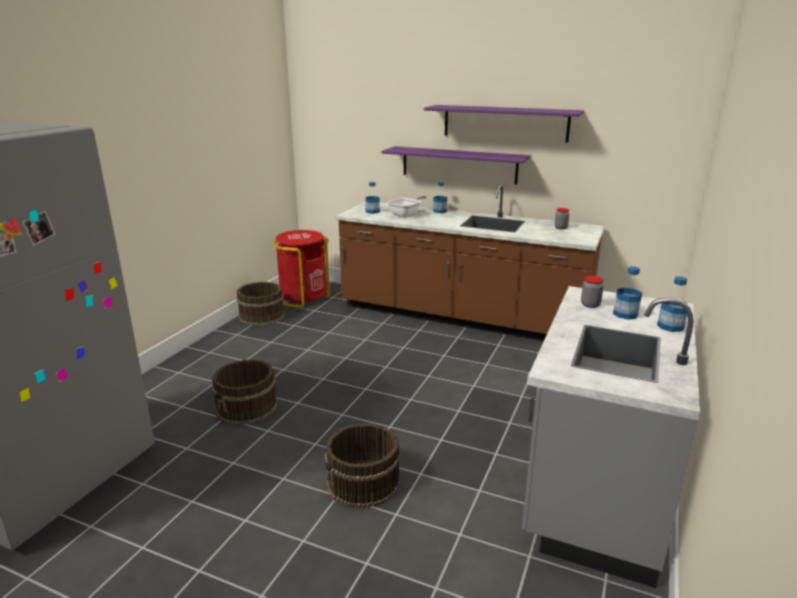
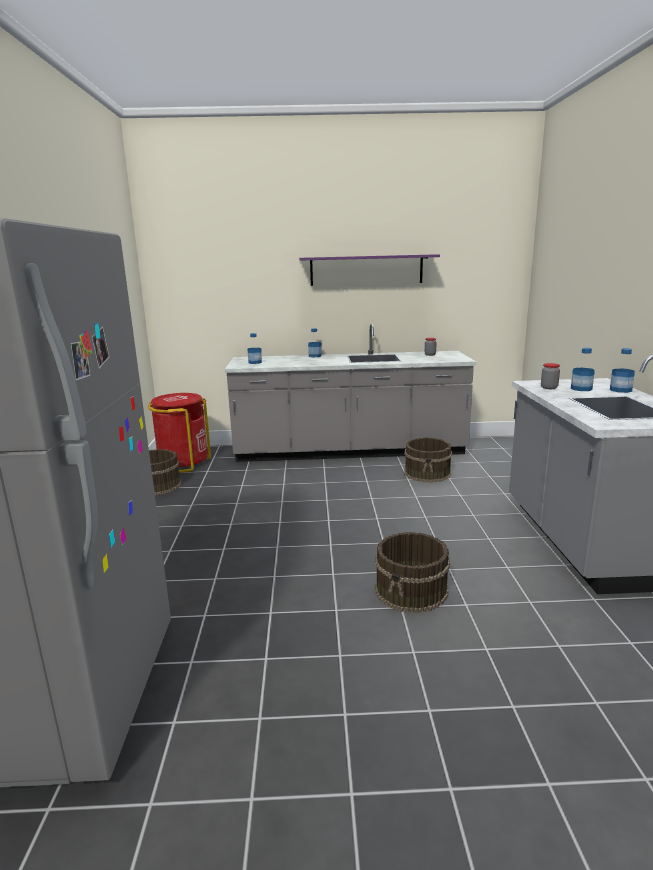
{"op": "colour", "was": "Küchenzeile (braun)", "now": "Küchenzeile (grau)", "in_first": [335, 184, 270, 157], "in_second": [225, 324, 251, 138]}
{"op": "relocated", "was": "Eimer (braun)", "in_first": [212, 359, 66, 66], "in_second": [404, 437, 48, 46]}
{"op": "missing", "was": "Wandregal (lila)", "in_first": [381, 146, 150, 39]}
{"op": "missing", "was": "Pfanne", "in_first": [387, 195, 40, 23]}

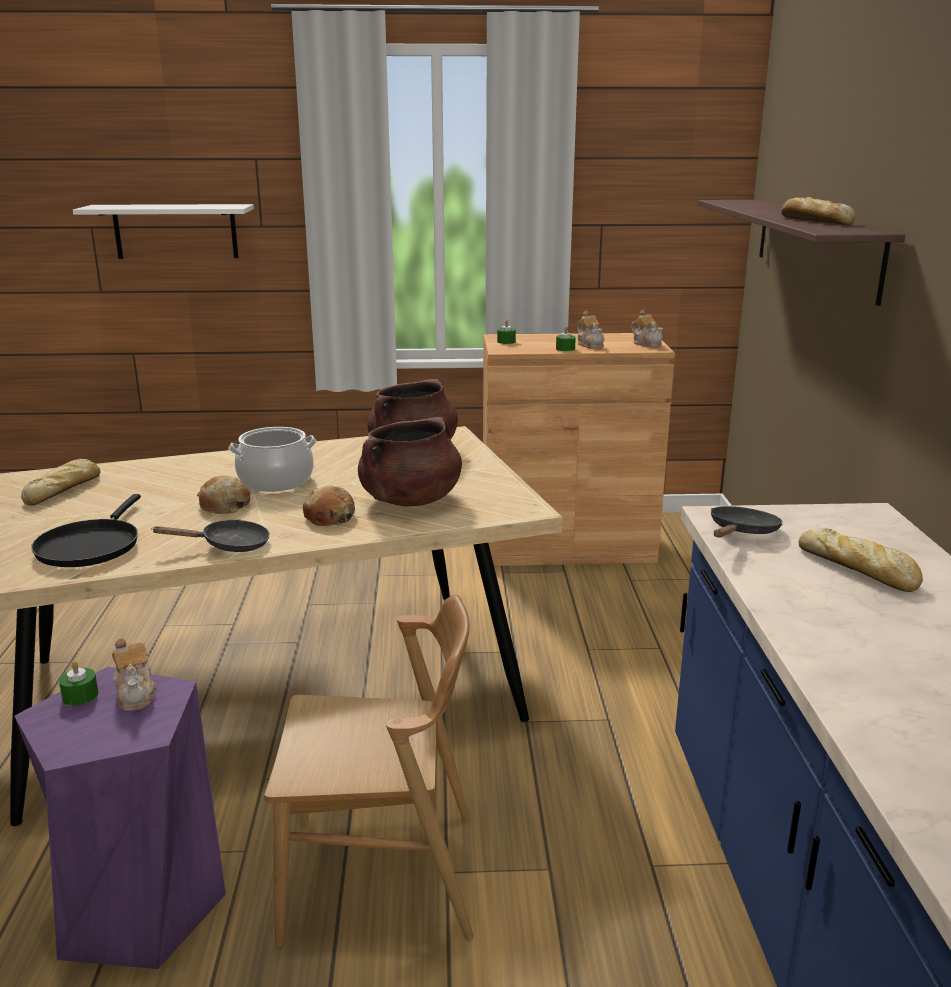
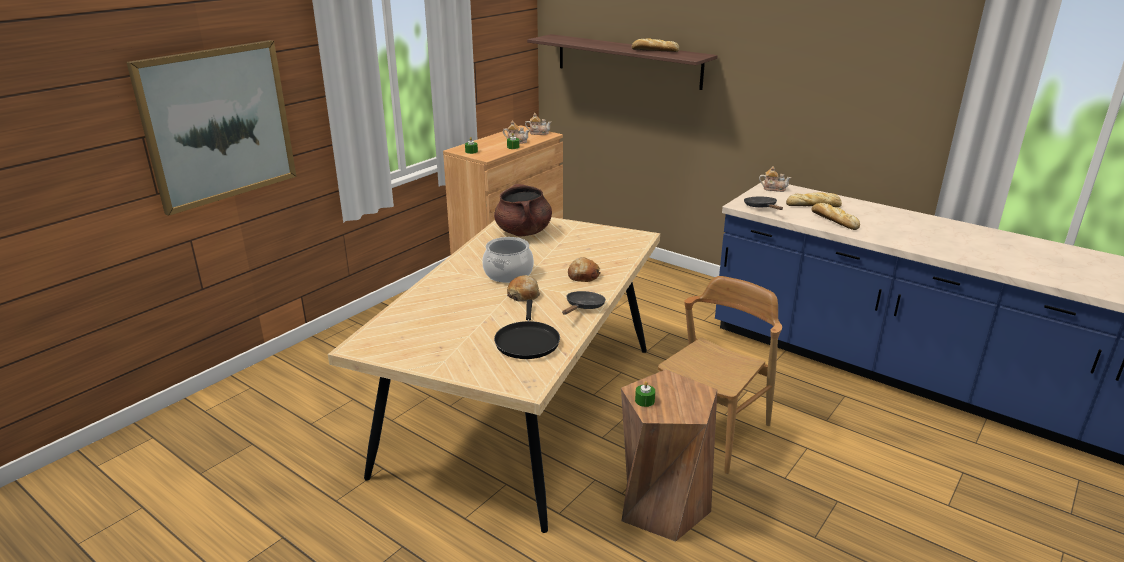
{"op": "exchanged", "was": "Wandregal (weiß)", "now": "Bild", "in_first": [73, 204, 181, 55], "in_second": [126, 40, 170, 176]}
{"op": "spun", "was": "Pfanne (schwarz)", "in_first": [31, 494, 110, 73], "in_second": [494, 300, 66, 59], "clockwise": 45}
{"op": "colour", "was": "Hocker (lila)", "now": "Hocker (braun)", "in_first": [14, 667, 212, 302], "in_second": [621, 369, 96, 173]}
{"op": "relocated", "was": "Teekanne", "in_first": [112, 638, 45, 73], "in_second": [759, 166, 33, 26]}
{"op": "relocated", "was": "Brot", "in_first": [21, 459, 80, 47], "in_second": [811, 203, 49, 27]}
{"op": "missing", "was": "Kochtopf (braun)", "in_first": [358, 417, 104, 89]}

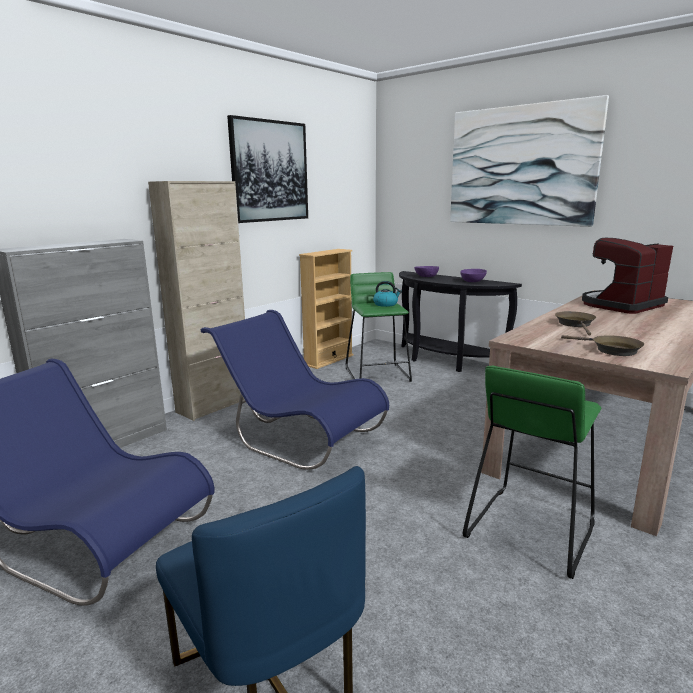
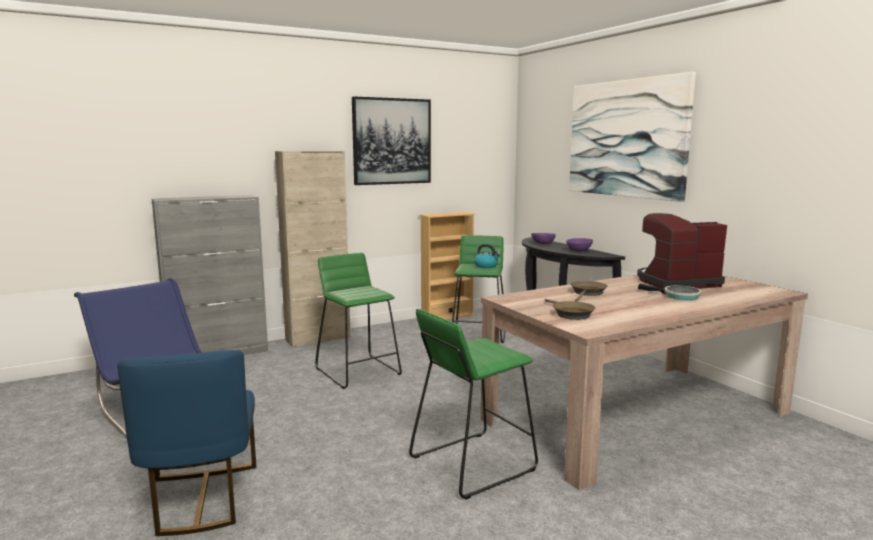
{"op": "exchanged", "was": "Stuhl (blau)", "now": "Hocker (grün)", "in_first": [201, 310, 188, 160], "in_second": [315, 253, 87, 136]}
{"op": "appeared", "now": "Pfanne", "in_second": [638, 283, 64, 18]}

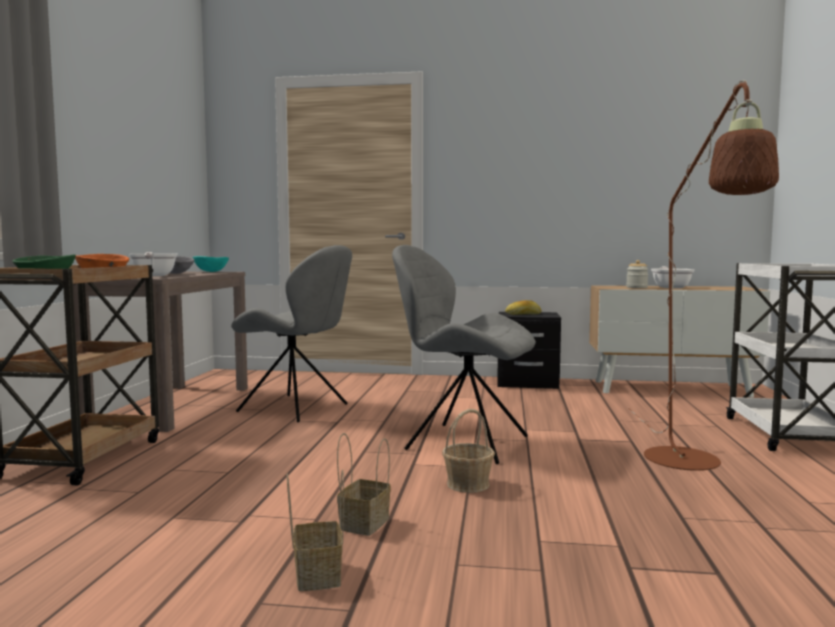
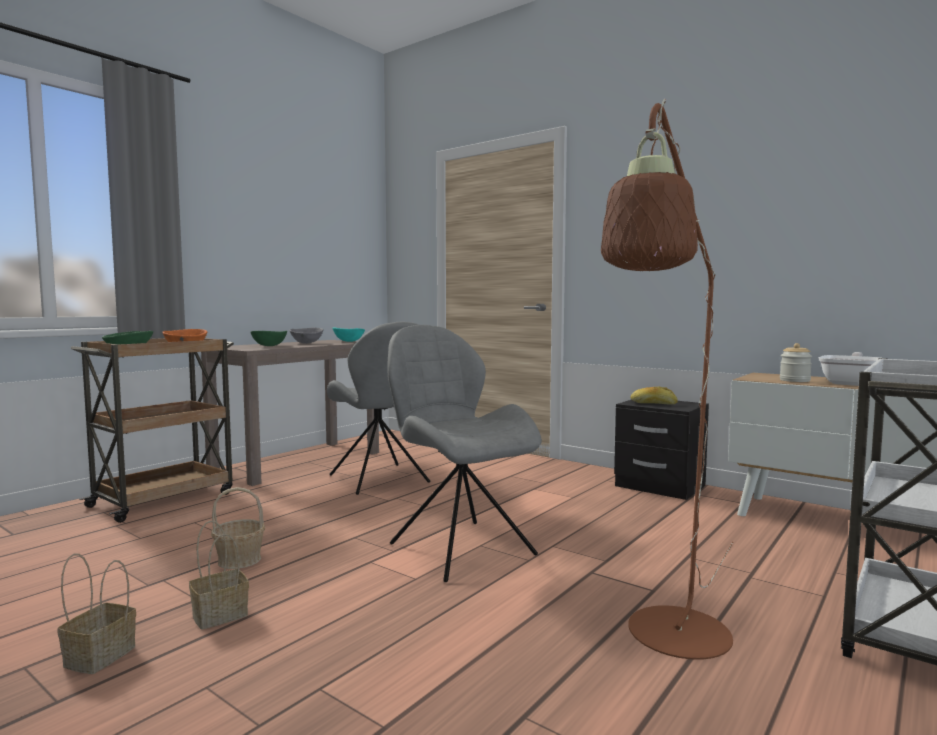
{"op": "relocated", "was": "Korb", "in_first": [442, 409, 53, 84], "in_second": [211, 487, 54, 82]}
{"op": "exchanged", "was": "Pfanne", "now": "Schüssel (grün)", "in_first": [129, 252, 48, 24], "in_second": [250, 331, 37, 15]}

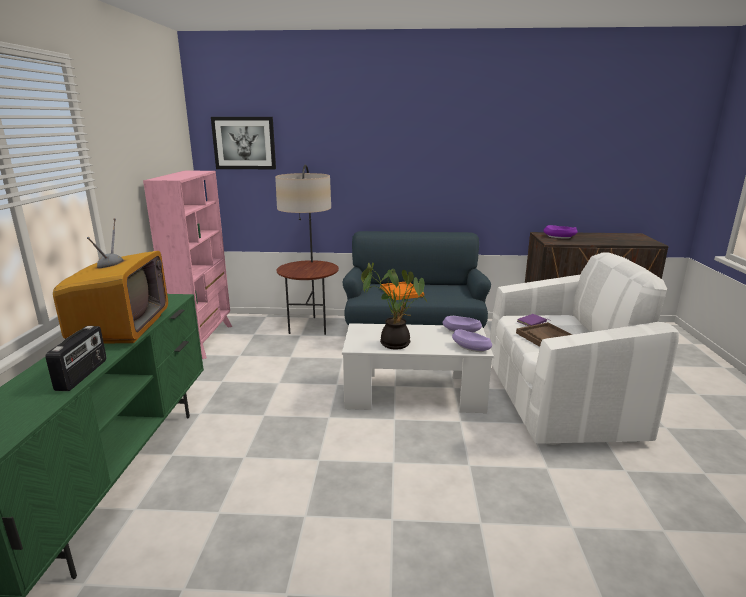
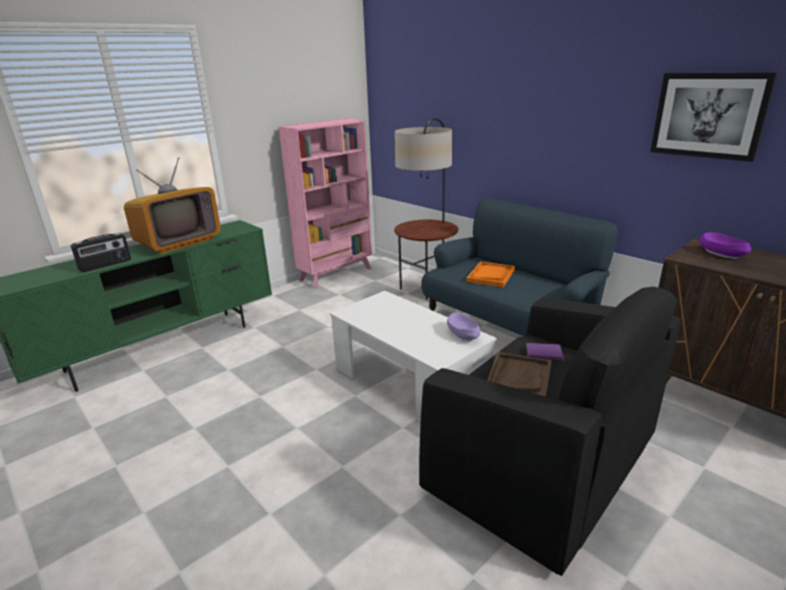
{"op": "colour", "was": "Sessel (weiß)", "now": "Sessel (schwarz)", "in_first": [490, 252, 189, 193], "in_second": [419, 287, 262, 289]}
{"op": "relocated", "was": "Bild", "in_first": [211, 117, 65, 52], "in_second": [650, 72, 127, 90]}
{"op": "missing", "was": "Topfpflanze", "in_first": [361, 263, 66, 87]}
{"op": "missing", "was": "Schüssel (lila)", "in_first": [452, 329, 40, 23]}

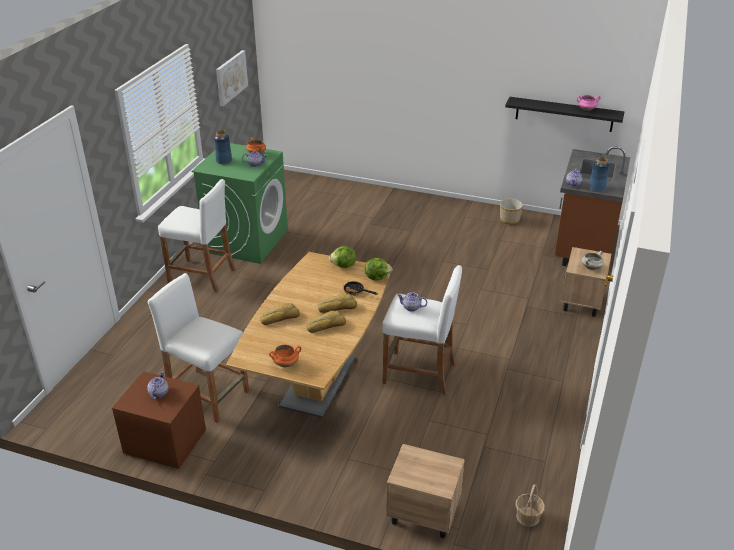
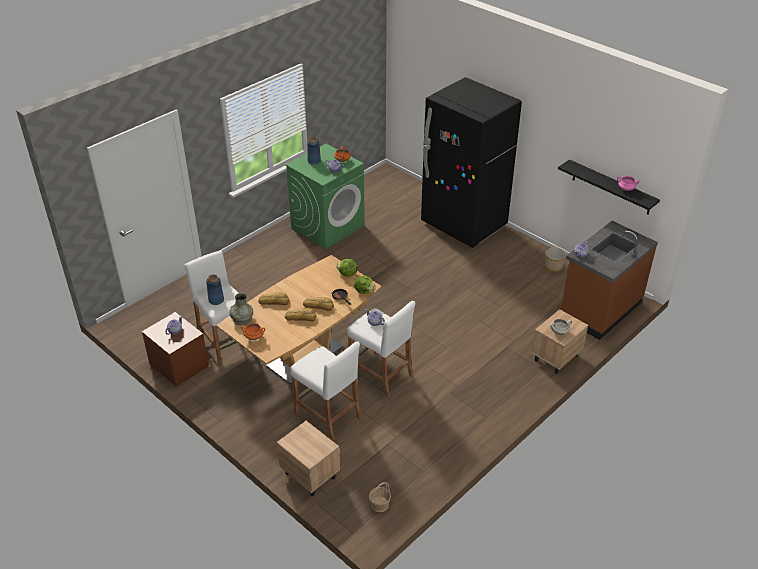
{"op": "relocated", "was": "Vase (blau)", "in_first": [589, 157, 21, 35], "in_second": [206, 274, 18, 31]}
{"op": "appeared", "now": "Vase (grau)", "in_second": [230, 293, 23, 32]}
{"op": "relocated", "was": "Hocker (weiß)", "in_first": [158, 179, 78, 113], "in_second": [291, 342, 71, 98]}
{"op": "appeared", "now": "Kühlschrank (schwarz)", "in_second": [421, 77, 101, 171]}
{"op": "missing", "was": "Bild", "in_first": [216, 50, 32, 56]}

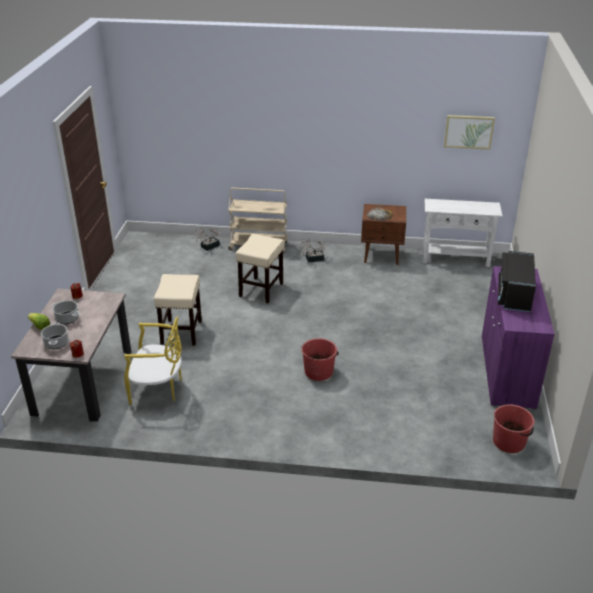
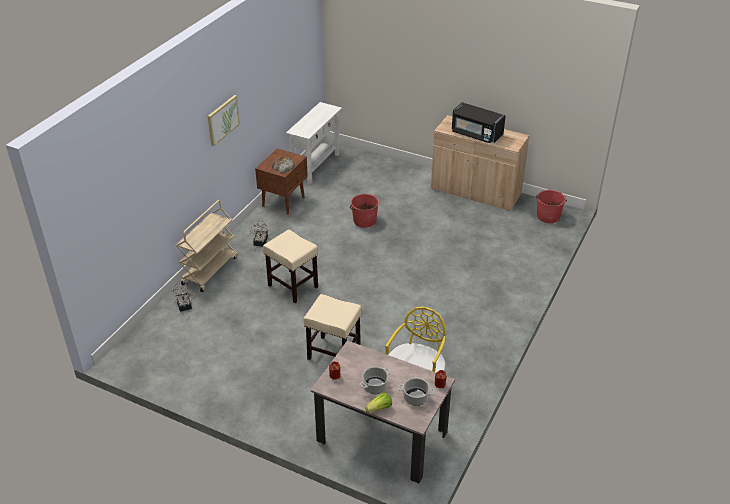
{"op": "relocated", "was": "Bild", "in_first": [444, 115, 51, 35], "in_second": [208, 95, 32, 51]}
{"op": "relocated", "was": "Eimer (rot)", "in_first": [301, 338, 38, 43], "in_second": [350, 194, 29, 34]}
{"op": "colour", "was": "Schrank (lila)", "now": "Schrank (beige)", "in_first": [482, 266, 73, 144], "in_second": [431, 115, 98, 96]}

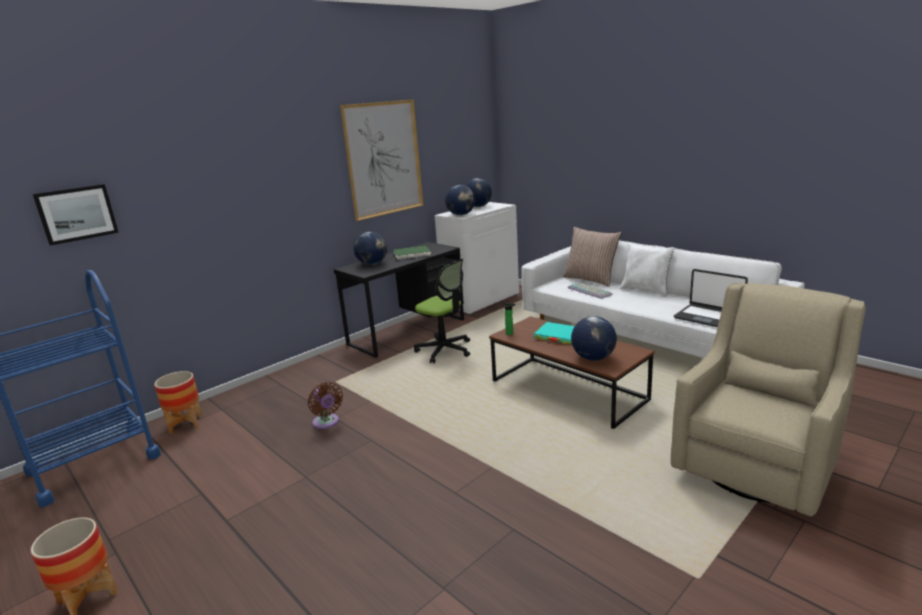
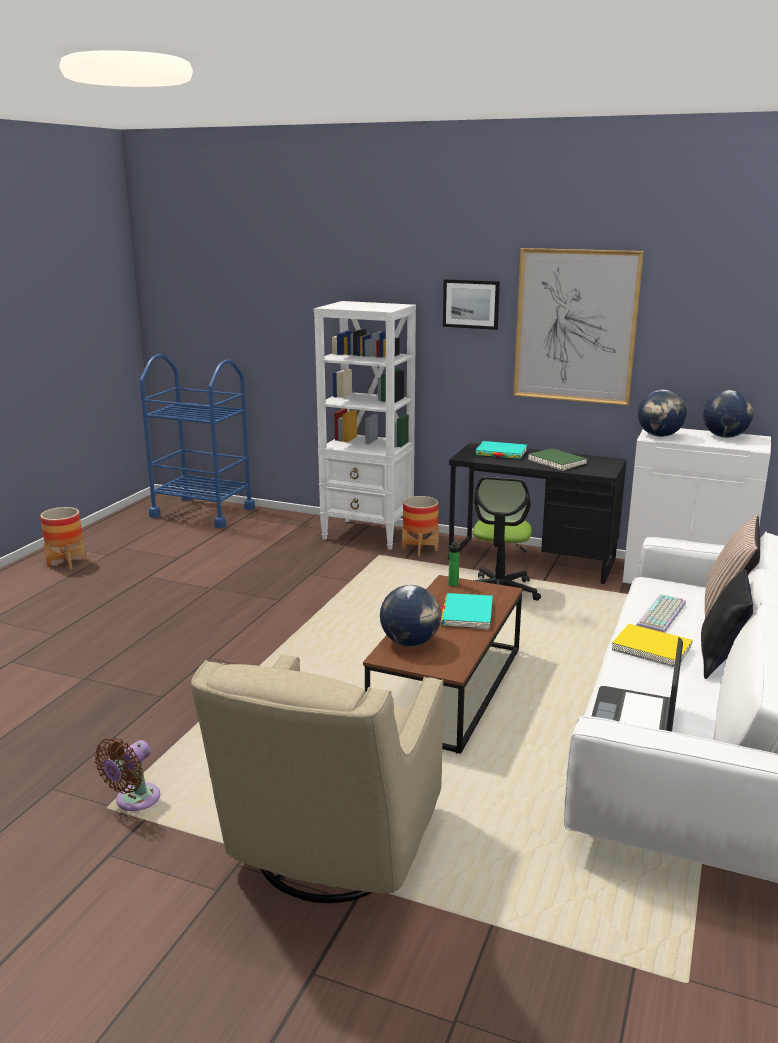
{"op": "relocated", "was": "Ventilator (braun)", "in_first": [308, 382, 35, 47], "in_second": [95, 738, 65, 73]}
{"op": "spun", "was": "Sessel (beige)", "in_first": [671, 283, 195, 233], "in_second": [191, 654, 253, 249], "clockwise": 90}
{"op": "appeared", "now": "Bücherregal (weiß)", "in_second": [314, 301, 102, 249]}
{"op": "relocated", "was": "Pflanzkübel", "in_first": [154, 371, 48, 63], "in_second": [402, 496, 37, 61]}
{"op": "relocated", "was": "Bild", "in_first": [33, 184, 86, 62], "in_second": [443, 279, 57, 51]}
{"op": "exchanged", "was": "Globus", "now": "Buch (türkis)", "in_first": [354, 232, 33, 33], "in_second": [476, 441, 51, 18]}
{"op": "appeared", "now": "Buch (gelb)", "in_second": [612, 624, 81, 43]}
{"op": "colour", "was": "Kissen (weiß)", "now": "Kissen (schwarz)", "in_first": [619, 243, 55, 53], "in_second": [701, 569, 52, 110]}

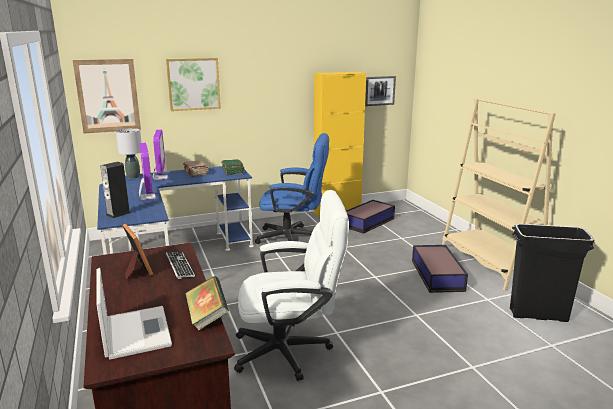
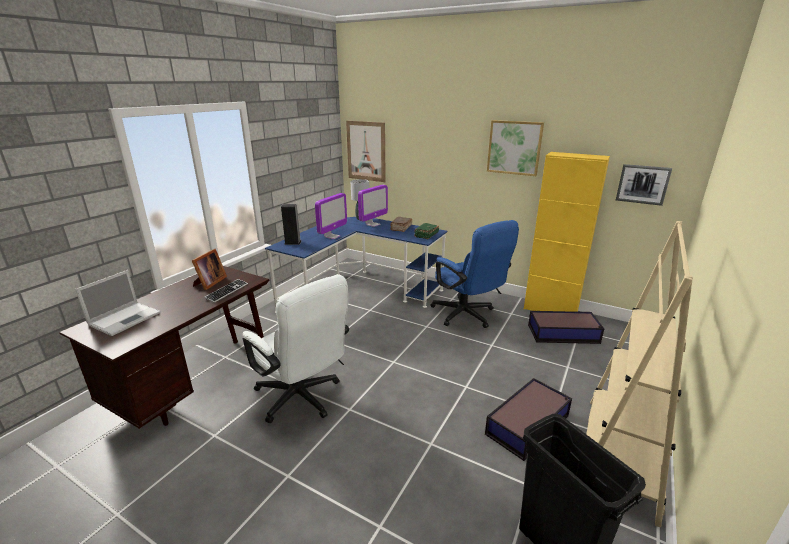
{"op": "relocated", "was": "Bild", "in_first": [166, 58, 55, 53], "in_second": [487, 120, 57, 56]}
{"op": "missing", "was": "Buch", "in_first": [185, 276, 44, 55]}

